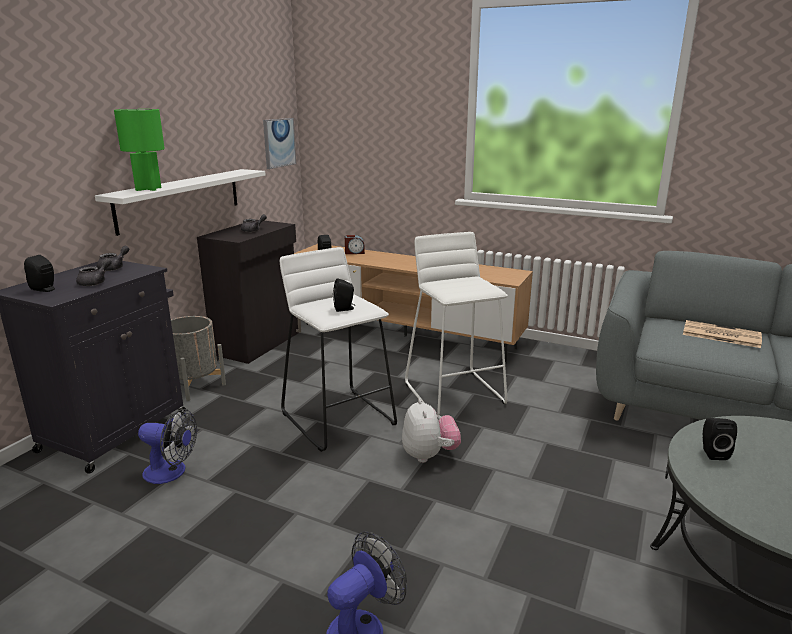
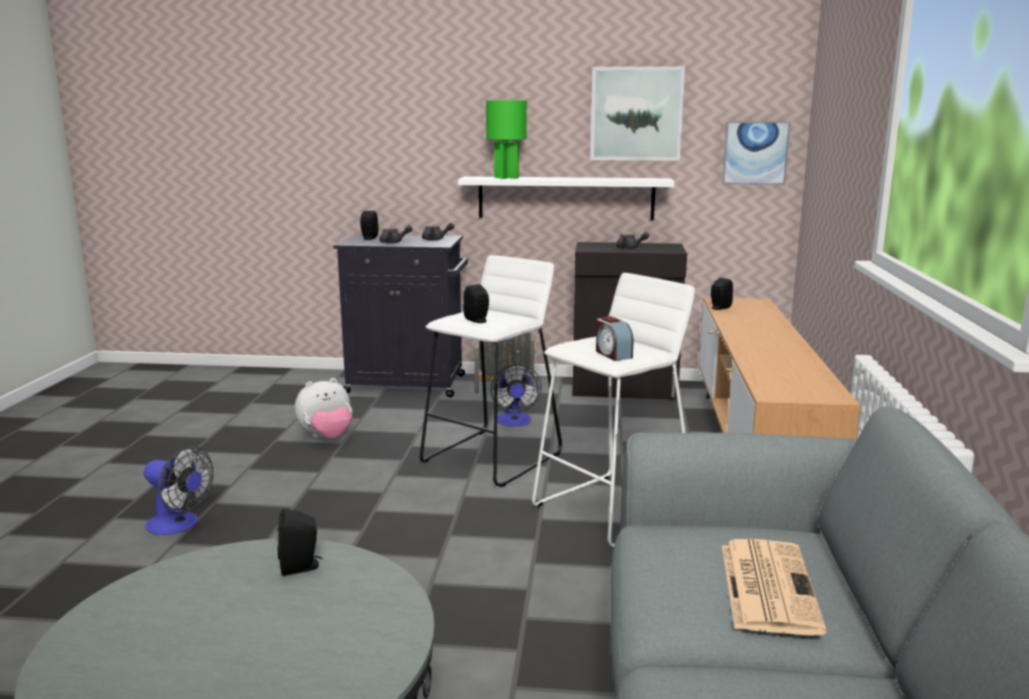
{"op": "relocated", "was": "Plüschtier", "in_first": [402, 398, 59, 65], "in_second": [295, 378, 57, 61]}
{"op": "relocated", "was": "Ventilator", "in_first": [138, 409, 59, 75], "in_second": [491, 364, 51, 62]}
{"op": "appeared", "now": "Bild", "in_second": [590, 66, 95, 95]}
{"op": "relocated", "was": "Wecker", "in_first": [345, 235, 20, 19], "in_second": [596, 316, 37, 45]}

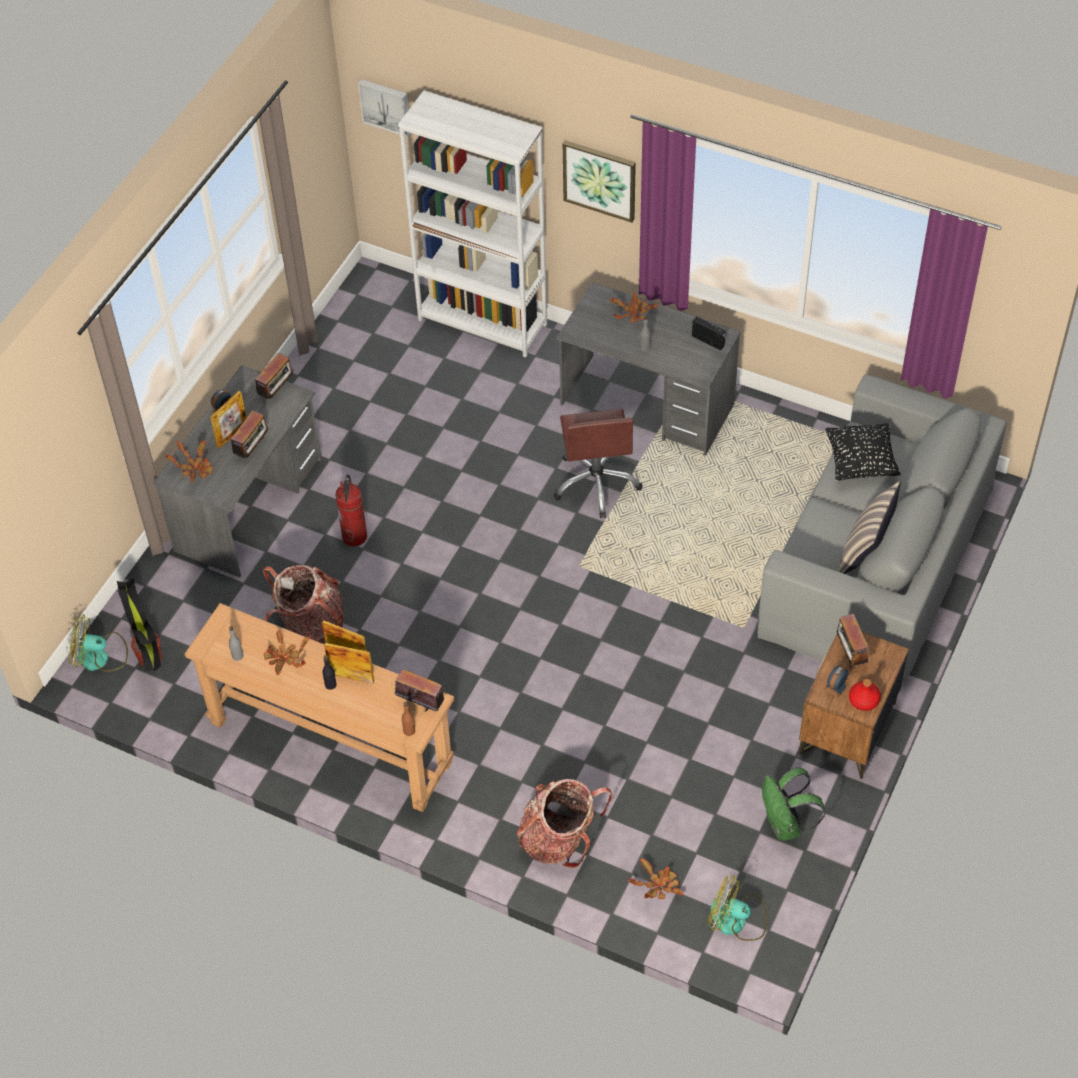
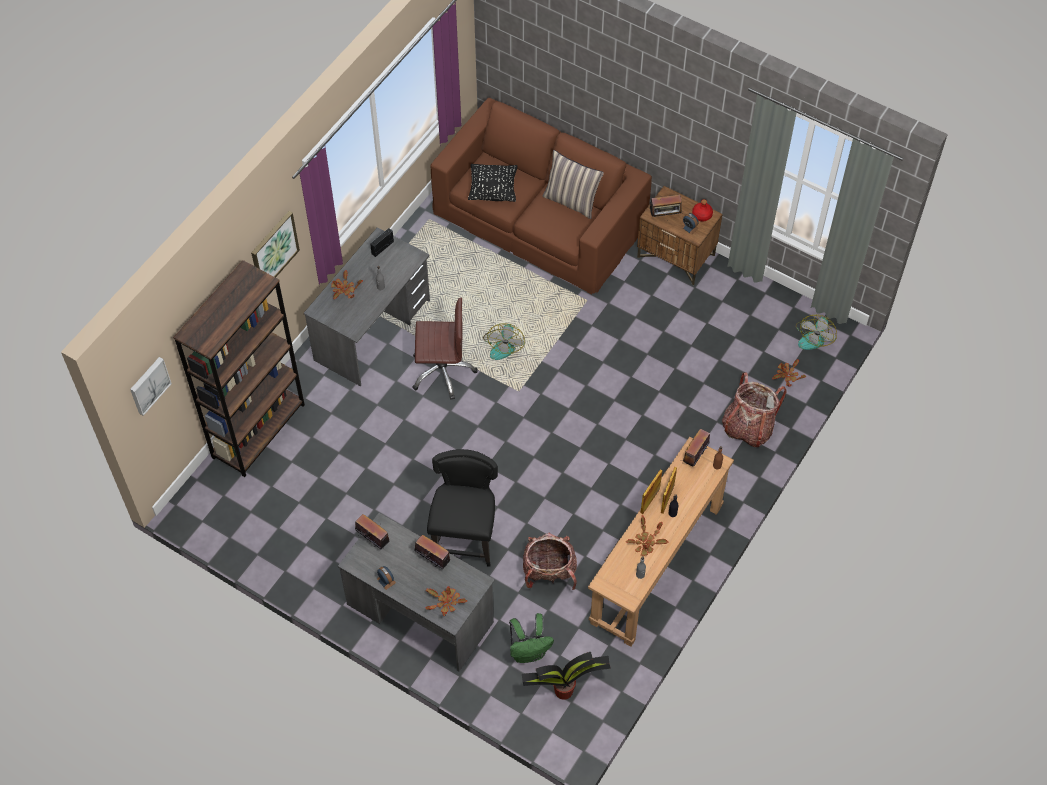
{"op": "colour", "was": "Bücherregal (weiß)", "now": "Bücherregal (braun)", "in_first": [398, 90, 149, 267], "in_second": [173, 260, 132, 217]}
{"op": "exchanged", "was": "Feuerlöscher", "now": "Stuhl (schwarz)", "in_first": [335, 475, 32, 71], "in_second": [427, 449, 71, 118]}
{"op": "colour", "was": "Sofa (grau)", "now": "Sofa (braun)", "in_first": [755, 374, 252, 313], "in_second": [431, 98, 221, 197]}
{"op": "relocated", "was": "Ventilator", "in_first": [69, 614, 59, 58], "in_second": [483, 323, 42, 37]}
{"op": "relocated", "was": "Rucksack (grün)", "in_first": [762, 767, 63, 74], "in_second": [509, 613, 45, 50]}
{"op": "missing", "was": "Bilderrahmen", "in_first": [210, 391, 36, 58]}

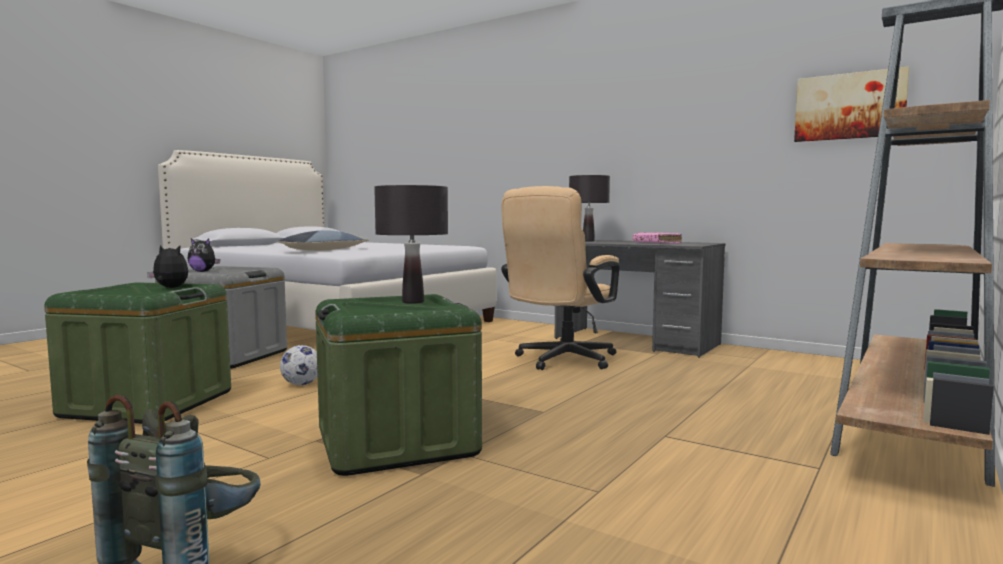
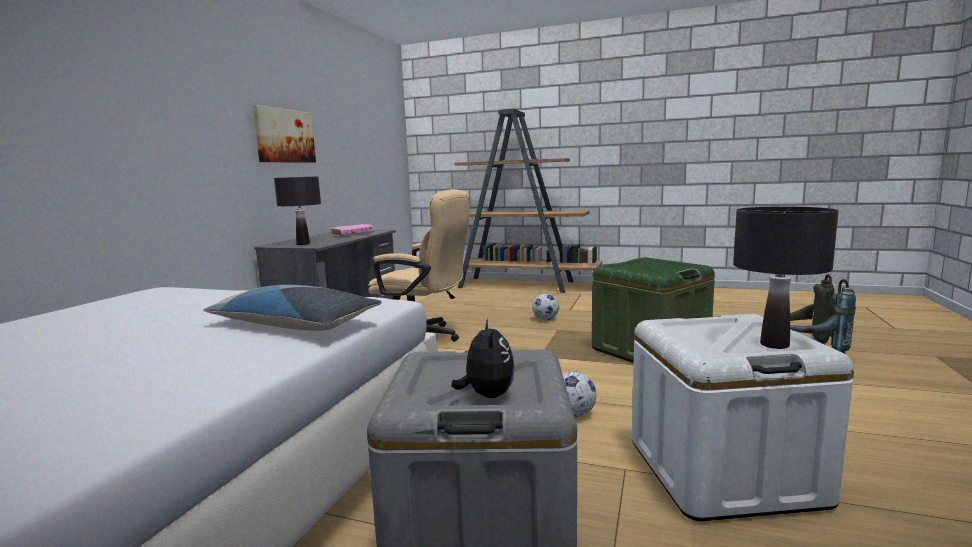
{"op": "relocated", "was": "Bild", "in_first": [794, 67, 115, 75], "in_second": [253, 105, 63, 58]}
{"op": "appeared", "now": "Fußball", "in_second": [532, 293, 27, 27]}
{"op": "colour", "was": "Aufbewahrungsbox (grün)", "now": "Aufbewahrungsbox (weiß)", "in_first": [44, 282, 187, 142], "in_second": [632, 314, 222, 207]}
{"op": "relocated", "was": "Tischlampe (schwarz)", "in_first": [374, 185, 74, 119], "in_second": [733, 207, 106, 142]}
{"op": "missing", "was": "Plüschtier", "in_first": [147, 245, 41, 43]}

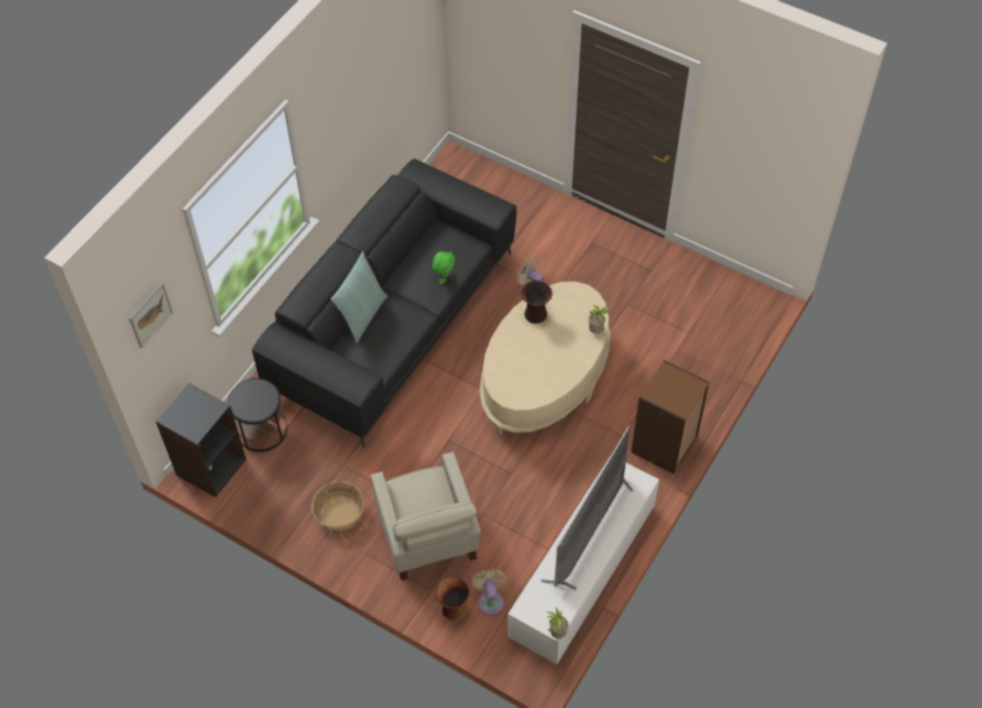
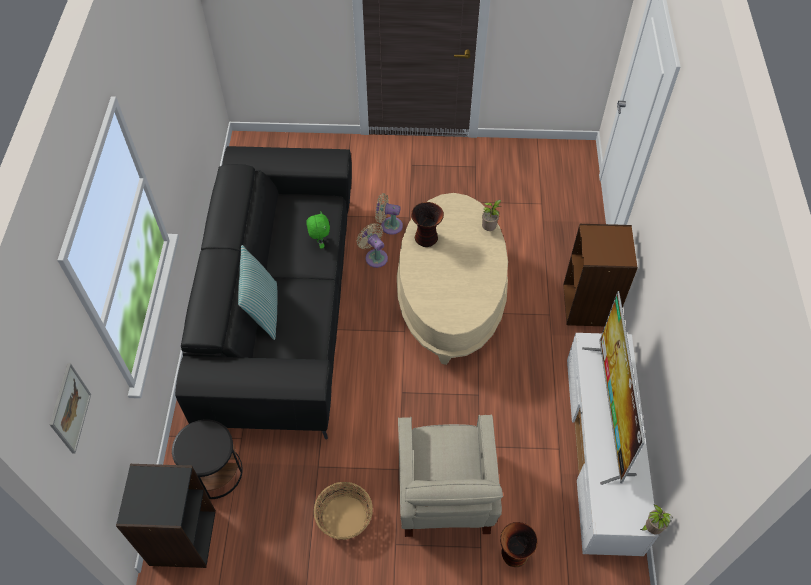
{"op": "relocated", "was": "Ventilator (beige)", "in_first": [471, 569, 35, 46], "in_second": [357, 223, 31, 45]}
{"op": "spun", "was": "Sessel (beige)", "in_first": [370, 452, 111, 129], "in_second": [398, 414, 105, 123], "clockwise": 45}

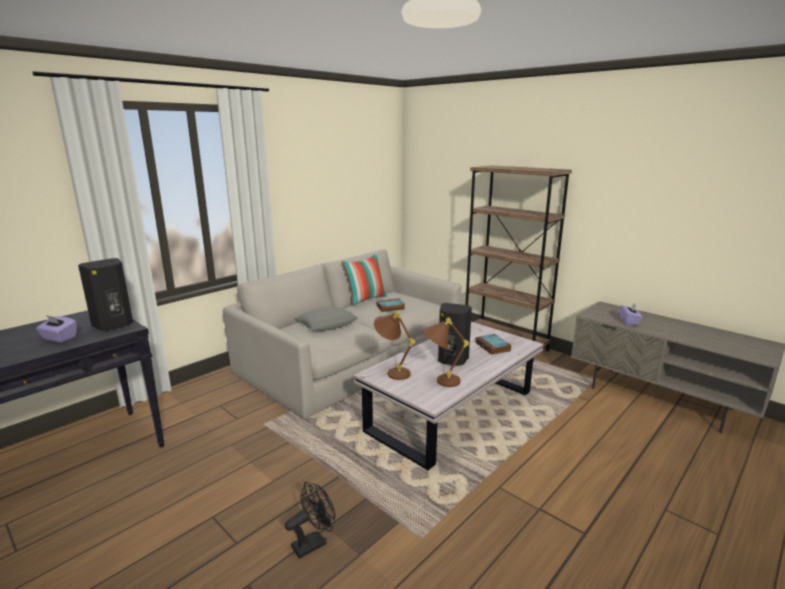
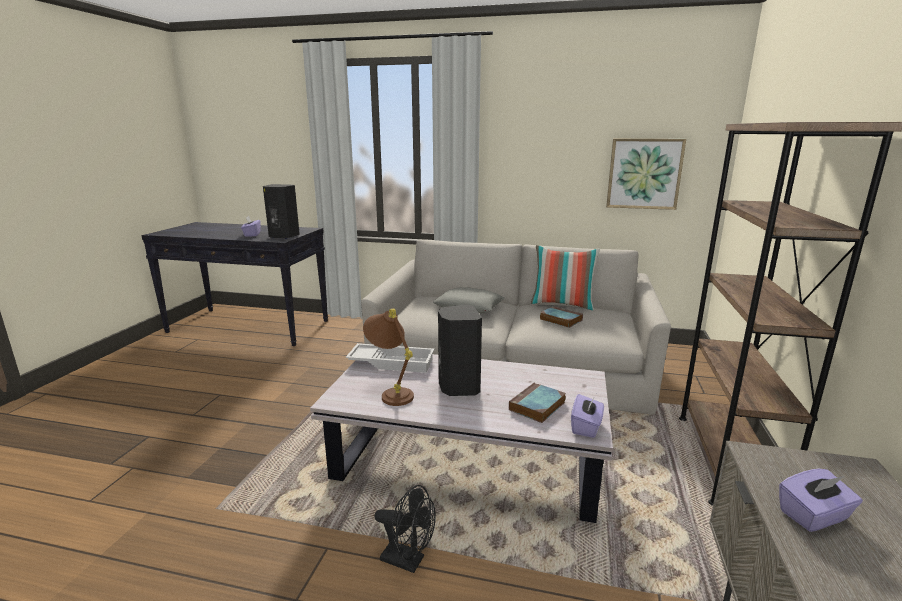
{"op": "exchanged", "was": "Tischlampe (braun)", "now": "Tablett (weiß)", "in_first": [374, 311, 41, 69], "in_second": [346, 343, 88, 30]}
{"op": "relocated", "was": "Ventilator (schwarz)", "in_first": [285, 482, 50, 77], "in_second": [374, 485, 62, 88]}
{"op": "appeared", "now": "Taschentuchbox (lila)", "in_second": [571, 394, 33, 44]}
{"op": "appeared", "now": "Bild", "in_second": [606, 139, 80, 71]}

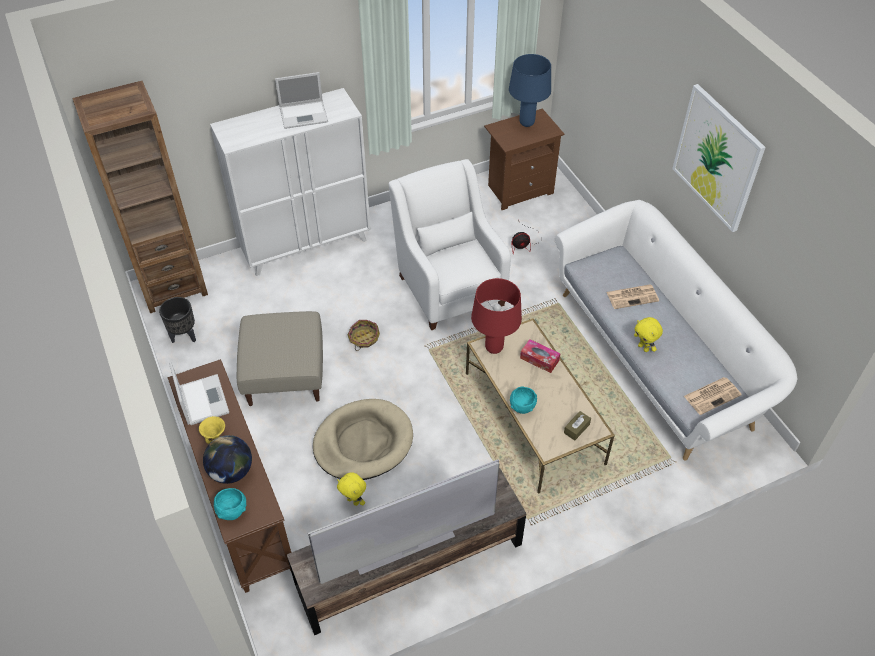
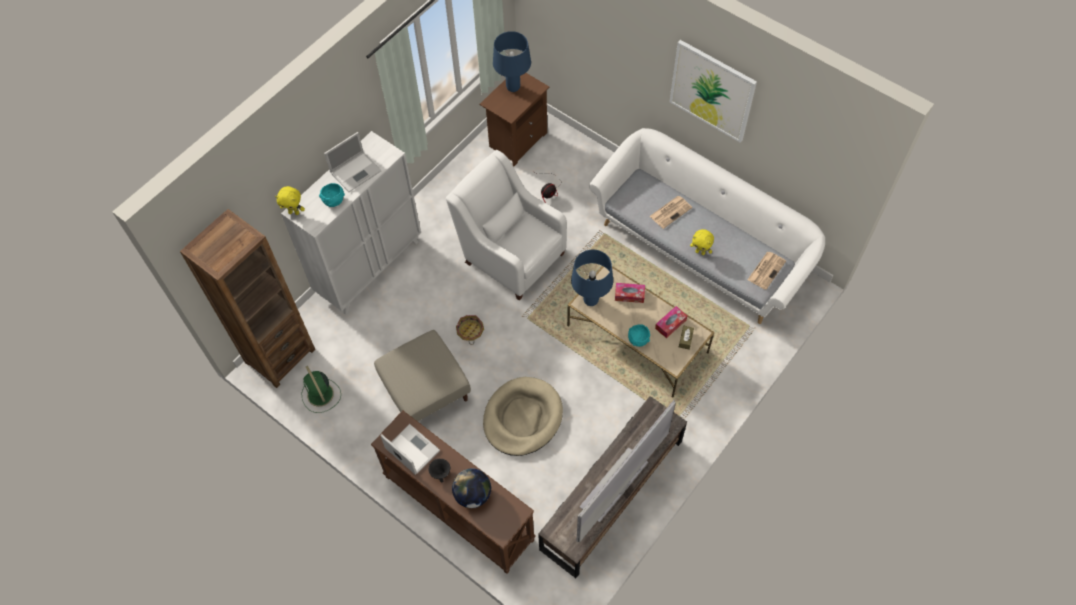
{"op": "relocated", "was": "Plüschtier (gelb)", "in_first": [337, 472, 29, 34], "in_second": [275, 186, 30, 29]}
{"op": "exchanged", "was": "Pflanzkübel (schwarz)", "now": "Ventilator (grün)", "in_first": [159, 297, 37, 46], "in_second": [301, 366, 40, 47]}
{"op": "relocated", "was": "Schüssel (türkis)", "in_first": [214, 488, 32, 32], "in_second": [319, 183, 26, 24]}
{"op": "colour", "was": "Schüssel (gelb)", "now": "Schüssel (schwarz)", "in_first": [199, 416, 26, 28], "in_second": [429, 459, 21, 24]}
{"op": "colour", "was": "Tischlampe (rot)", "now": "Tischlampe (blau)", "in_first": [471, 278, 51, 76], "in_second": [571, 250, 42, 56]}
{"op": "appeared", "now": "Taschentuchbox", "in_second": [655, 306, 32, 32]}

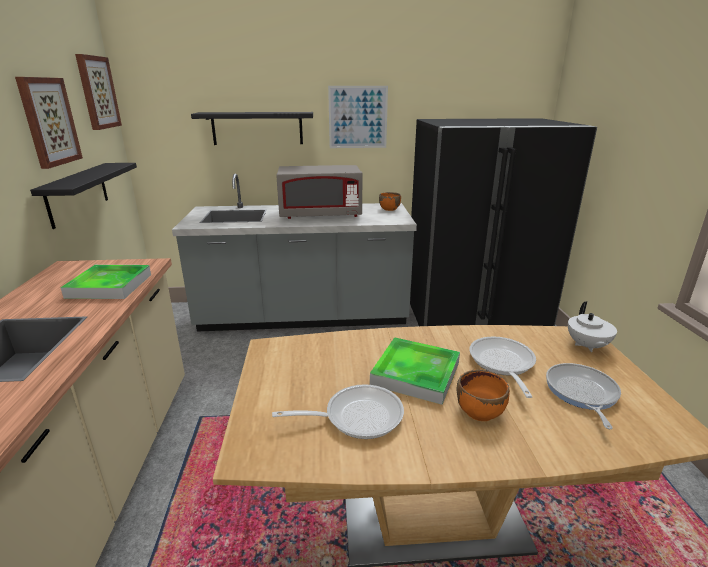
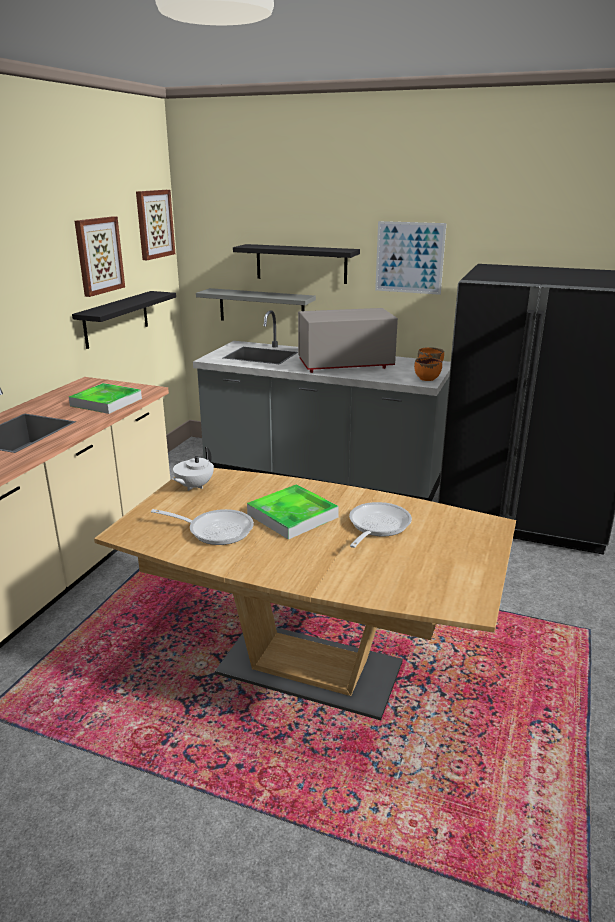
{"op": "relocated", "was": "Teekanne (weiß)", "in_first": [568, 302, 49, 50], "in_second": [172, 447, 42, 44]}
{"op": "appeared", "now": "Wandregal (grau)", "in_second": [196, 288, 120, 33]}
{"op": "spun", "was": "Mikrowelle (grau)", "in_first": [276, 165, 86, 54], "in_second": [298, 308, 100, 65], "clockwise": 150}
{"op": "relocated", "was": "Schüssel (orange)", "in_first": [456, 370, 54, 51], "in_second": [414, 357, 28, 24]}
{"op": "missing", "was": "Pfanne", "in_first": [546, 363, 75, 67]}

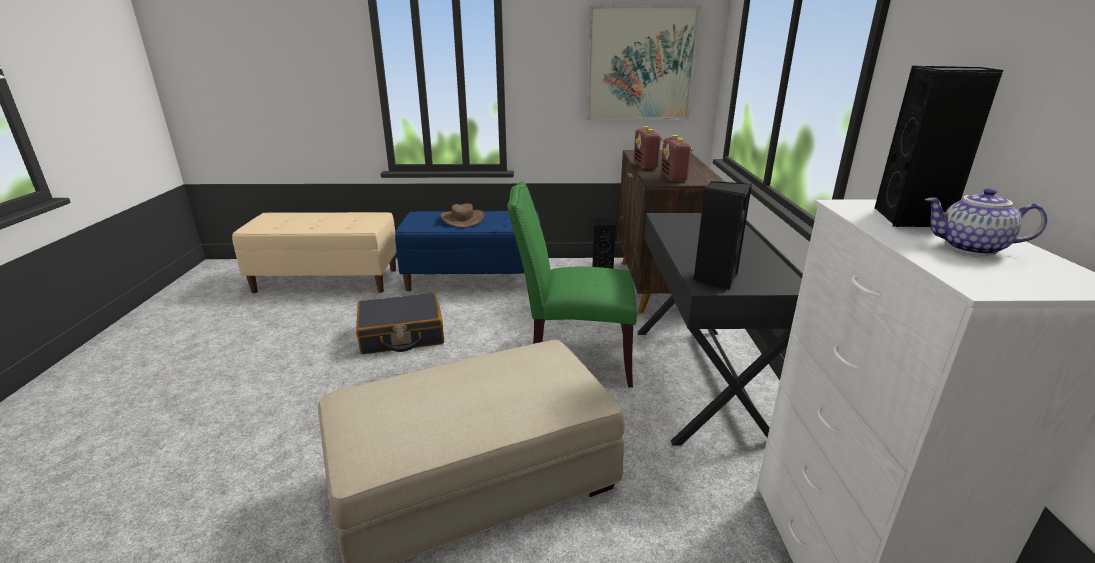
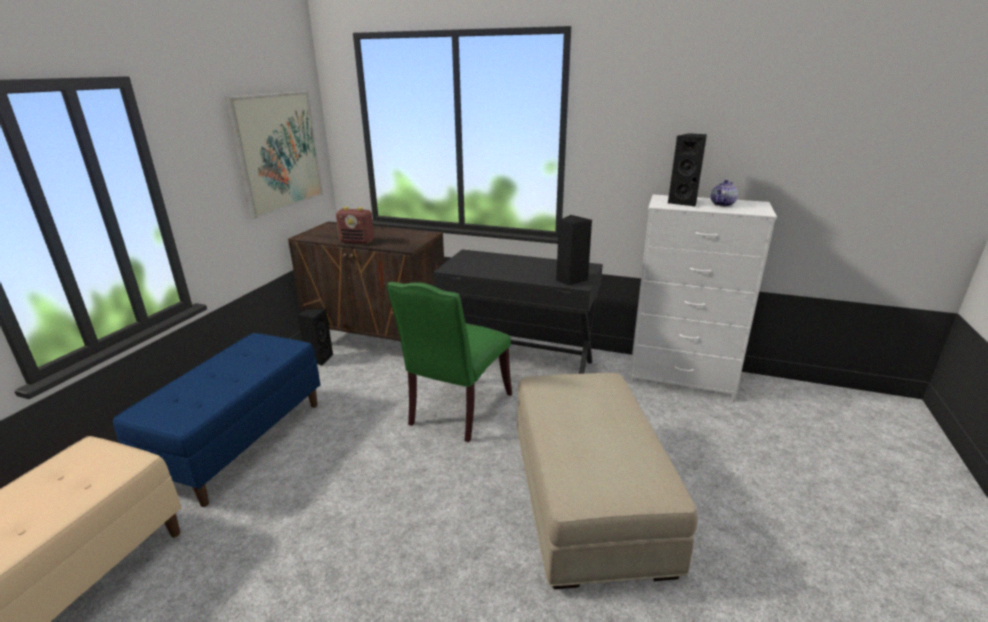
{"op": "missing", "was": "Koffer (schwarz)", "in_first": [356, 292, 88, 62]}
{"op": "missing", "was": "Hut (braun)", "in_first": [440, 203, 44, 25]}
{"op": "missing", "was": "Radio", "in_first": [661, 135, 32, 47]}

